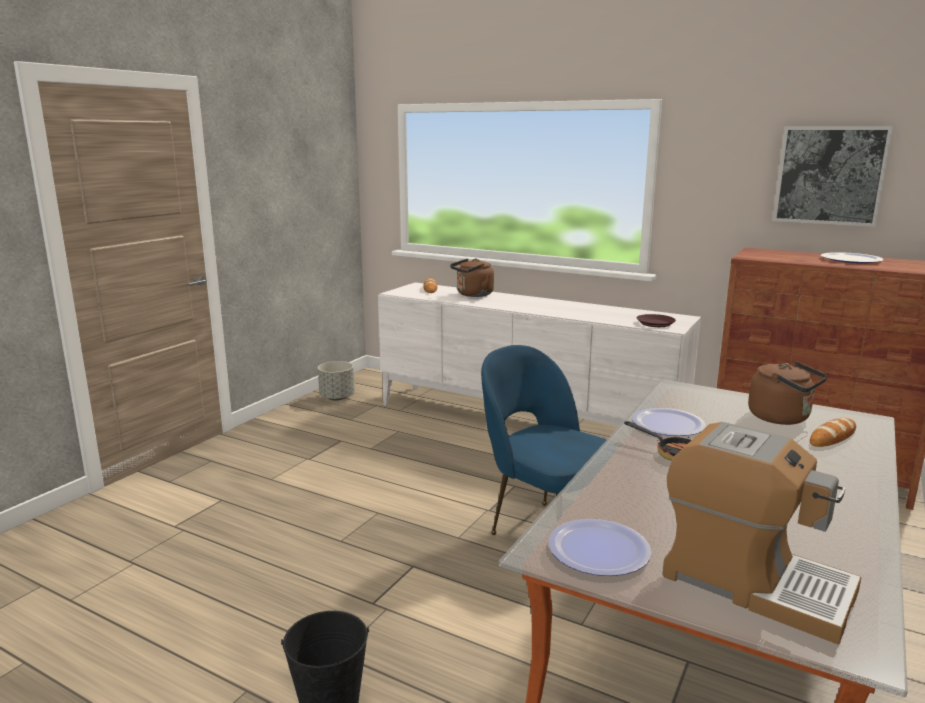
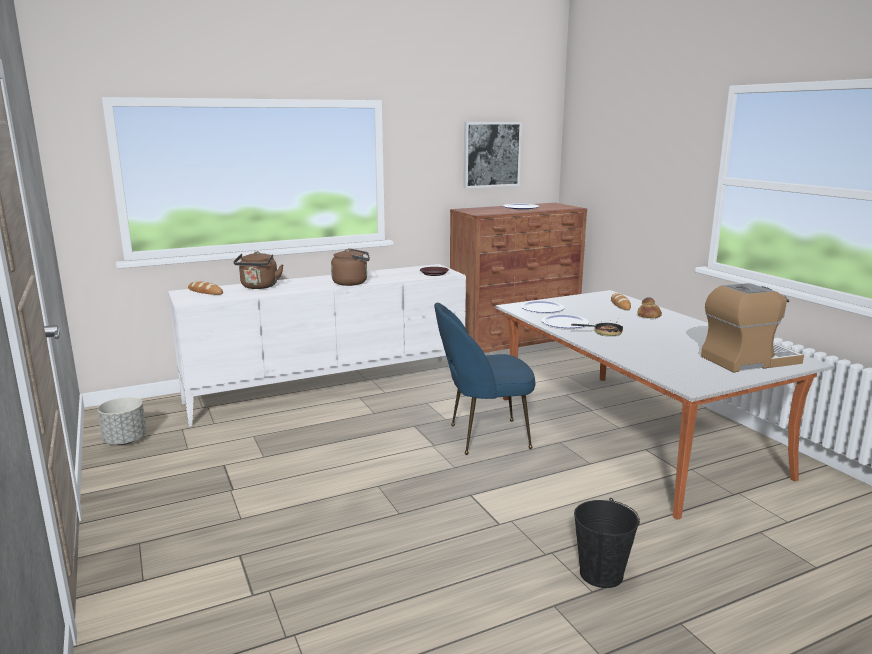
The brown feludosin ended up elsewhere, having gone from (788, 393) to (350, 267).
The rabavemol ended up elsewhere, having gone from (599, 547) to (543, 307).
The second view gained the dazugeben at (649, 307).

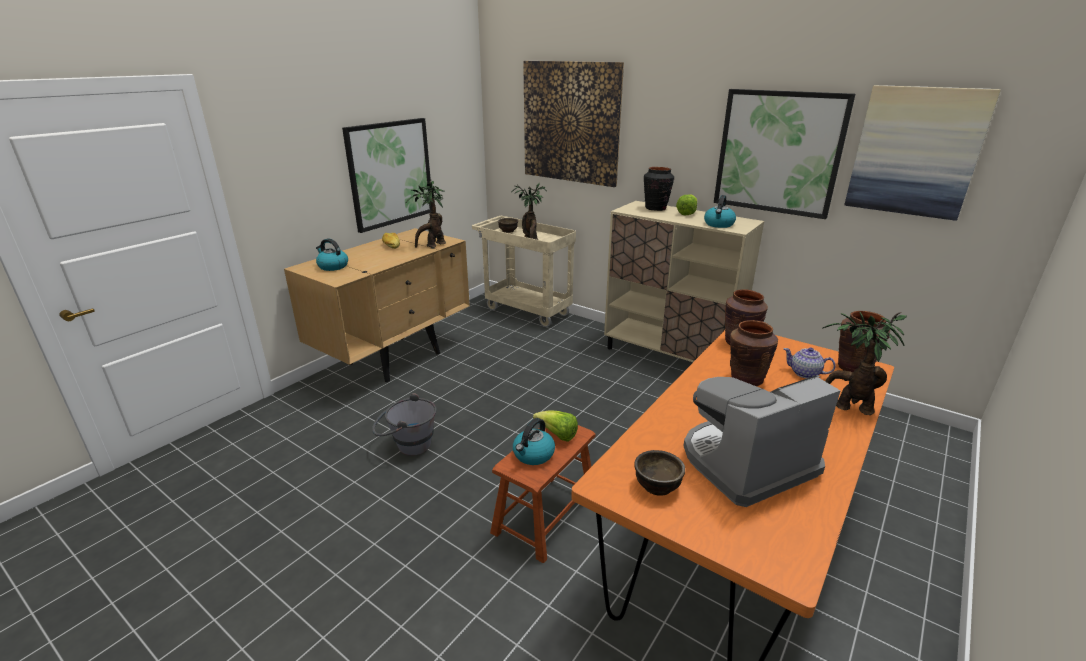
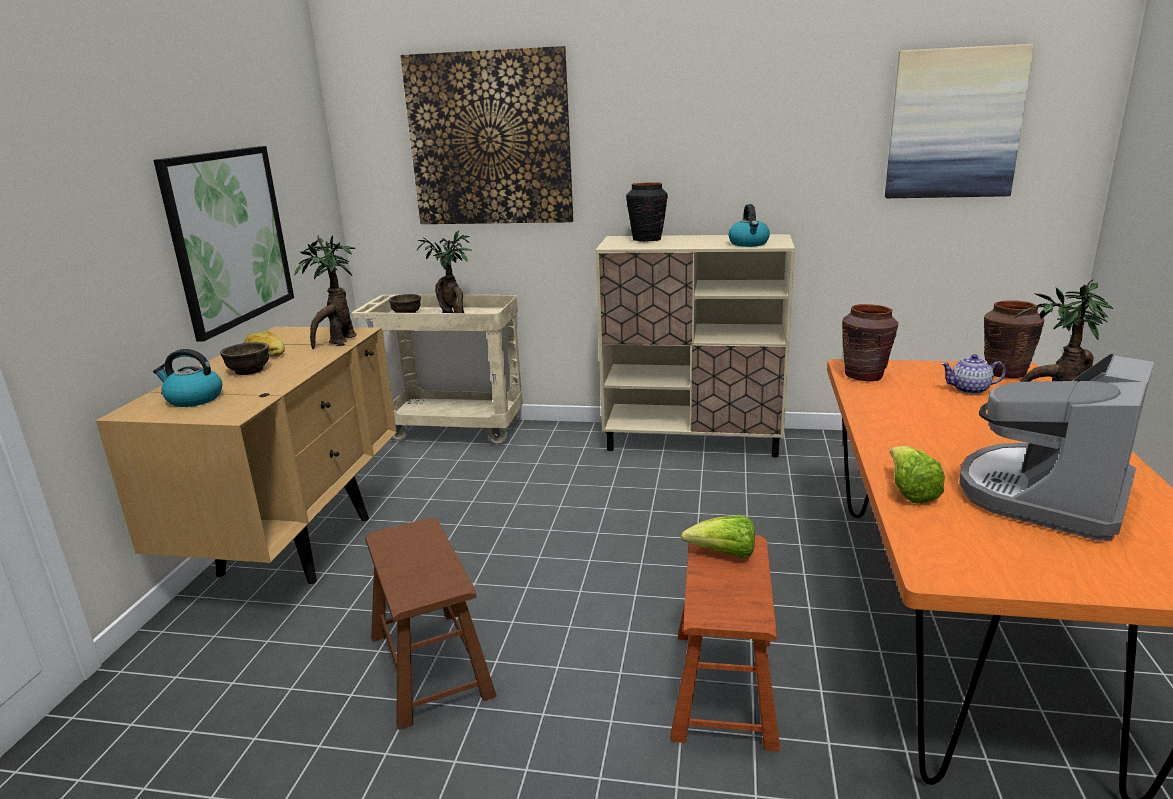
The second view lost the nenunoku at (784, 154).
The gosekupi ended up elsewhere, having gone from (686, 205) to (917, 475).
The second view lost the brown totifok at (754, 353).
Where the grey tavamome stood at (404, 424), the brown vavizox came to stand at (431, 624).
The second view lost the feludosin at (534, 441).
The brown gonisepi ended up elsewhere, having gone from (659, 473) to (244, 358).

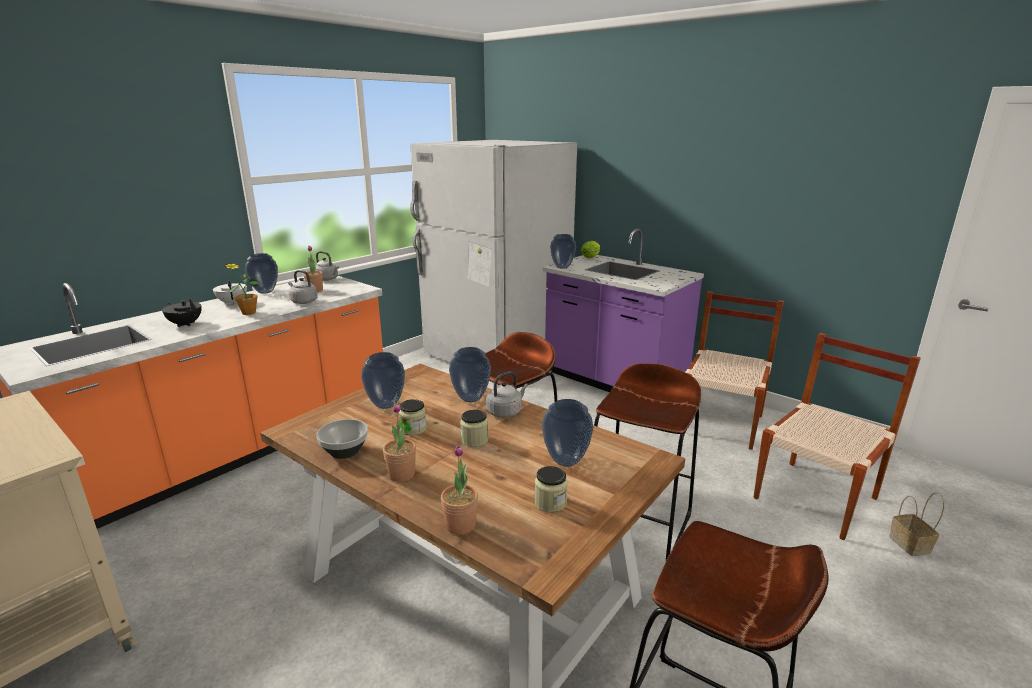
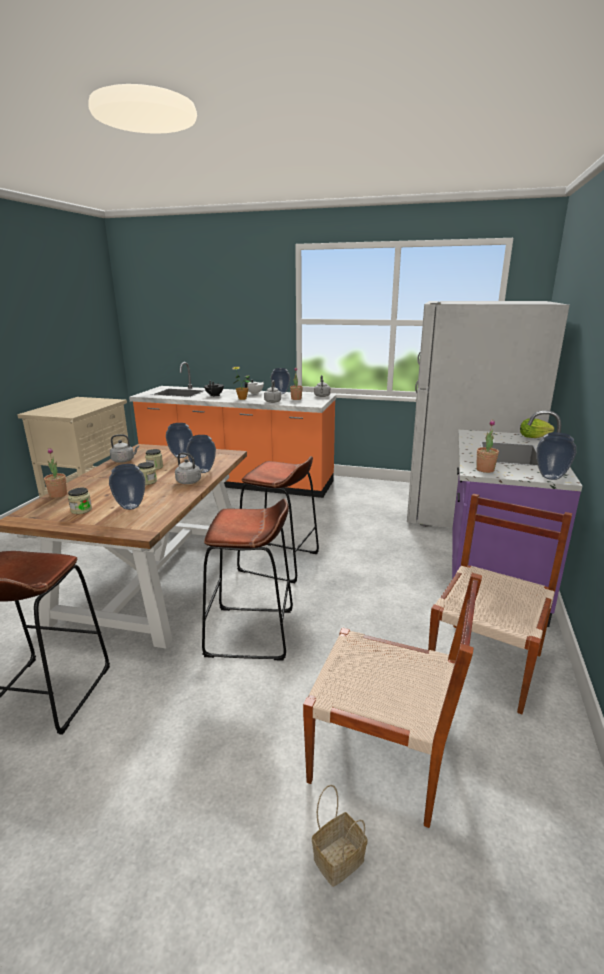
The totifok ended up elsewhere, having gone from (563, 251) to (556, 456).
The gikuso at (735, 370) ended up facing another way, 60 degrees counterclockwise from before.
The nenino ended up elsewhere, having gone from (399, 442) to (487, 446).
Where the gonisepi stood at (342, 439), the grey feludosin came to stand at (124, 448).

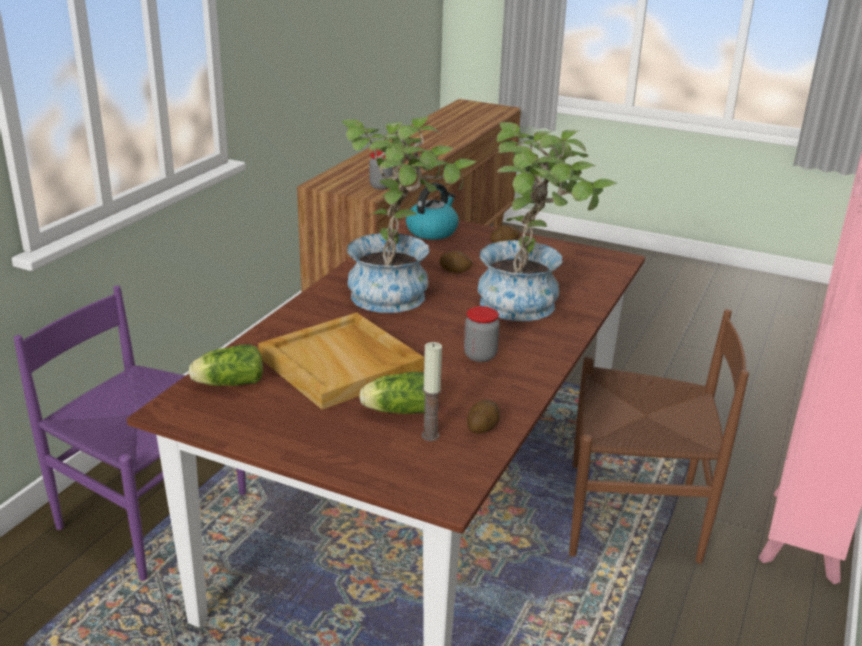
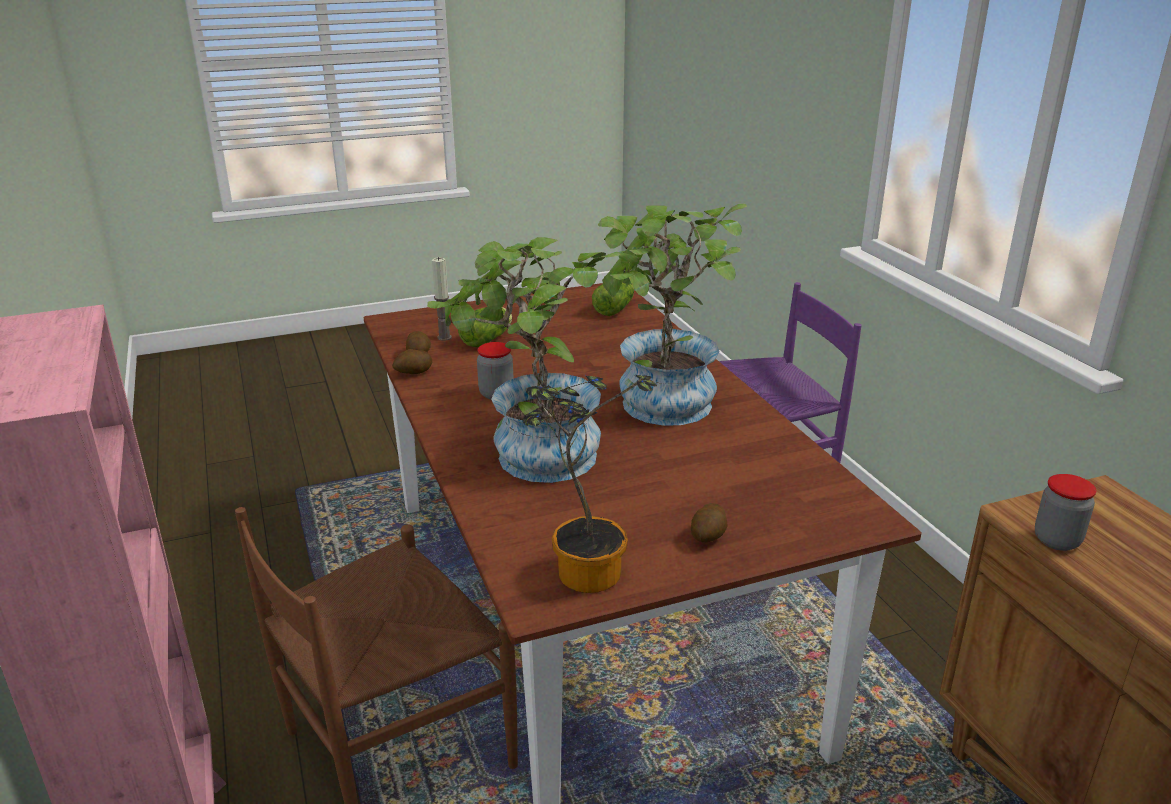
The second view lost the feludosin at (432, 211).
The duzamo ended up elsewhere, having gone from (456, 262) to (412, 361).
The second view lost the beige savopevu at (341, 361).
The second view gained the nenino at (590, 484).

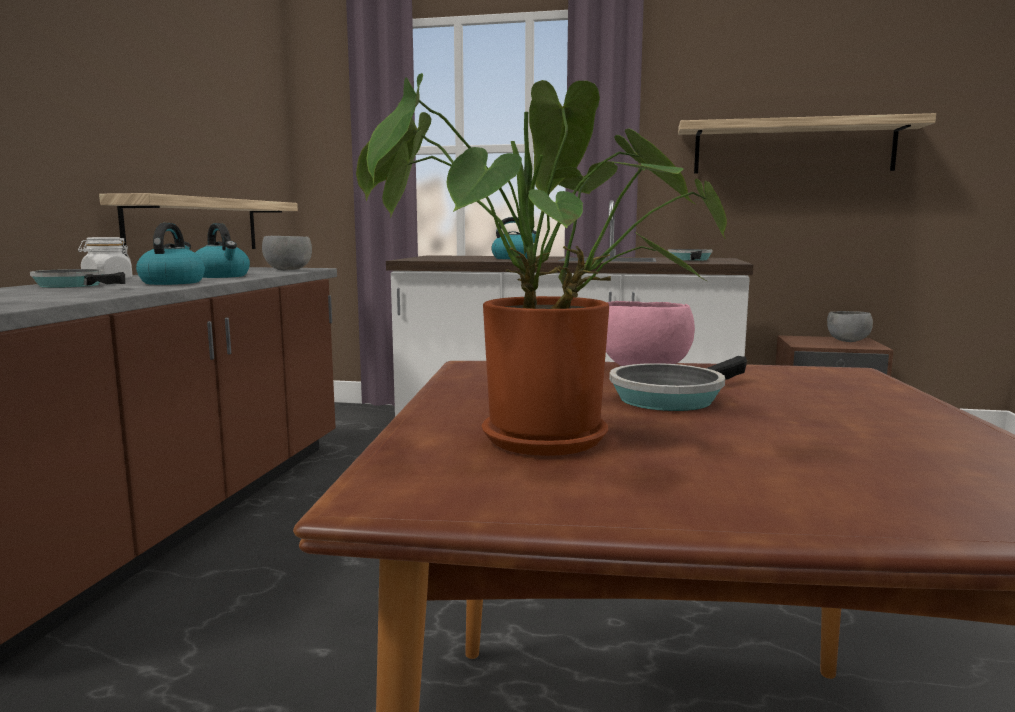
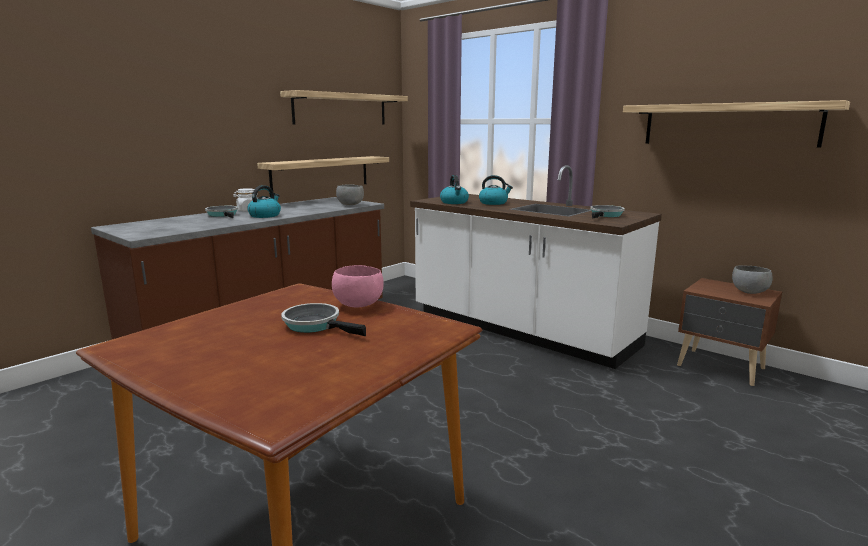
The second view lost the nenino at (541, 264).
The feludosin ended up elsewhere, having gone from (222, 250) to (454, 189).
The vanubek at (678, 383) ended up facing another way, 45 degrees clockwise from before.
The second view gained the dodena at (344, 107).

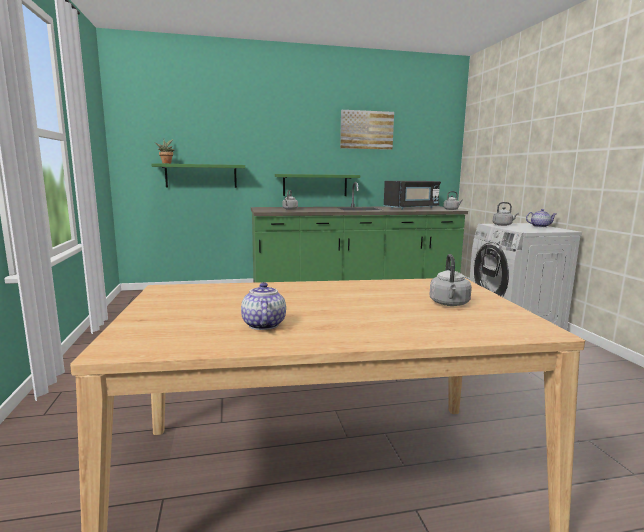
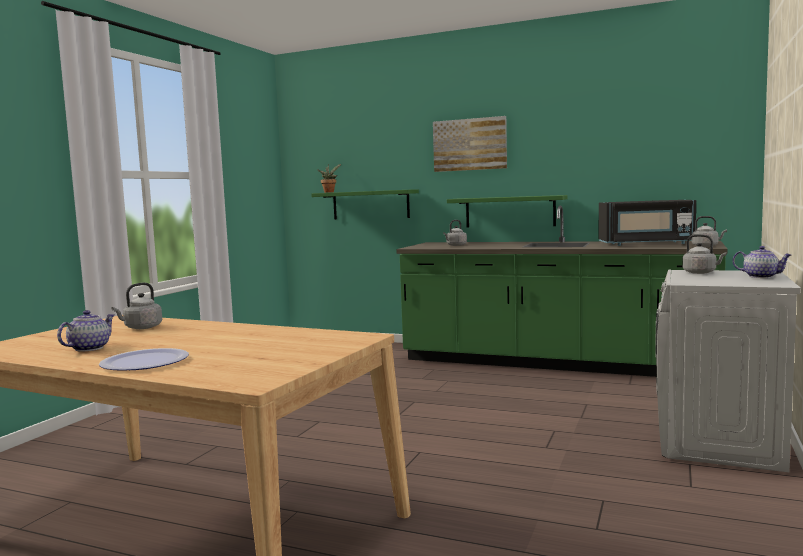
The nenunoku ended up elsewhere, having gone from (367, 130) to (470, 144).
The grey feludosin ended up elsewhere, having gone from (450, 280) to (137, 306).
The second view gained the rabavemol at (144, 359).

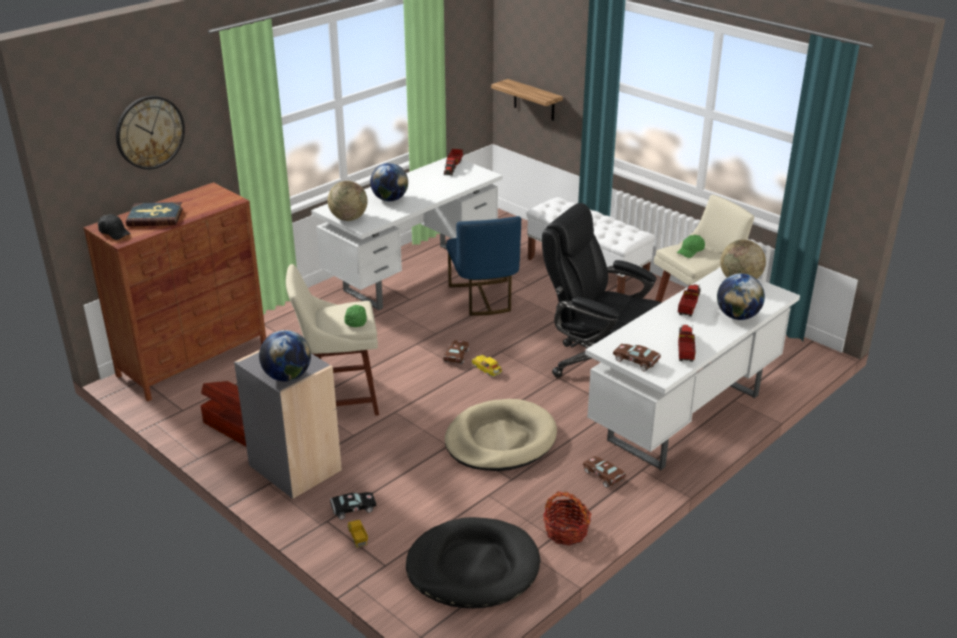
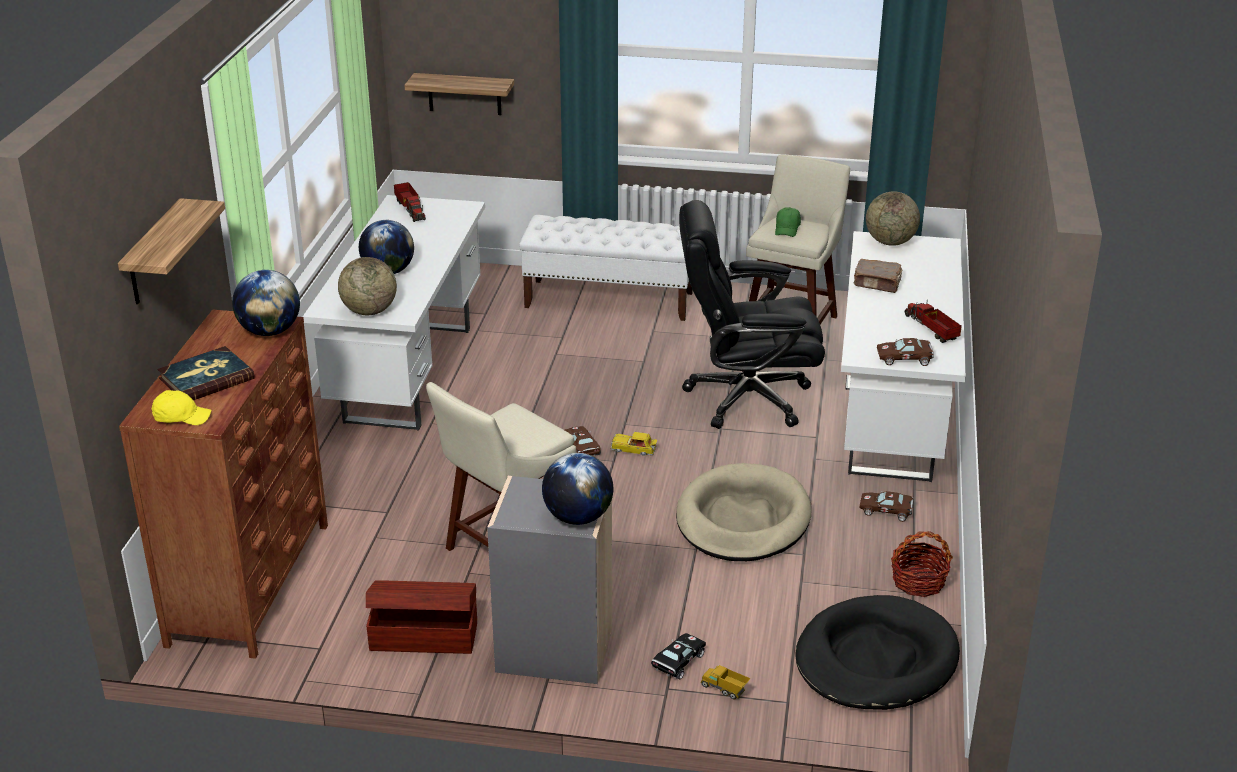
Where the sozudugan hung at (150, 132), the dodena came to hang at (171, 251).
What was the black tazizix at (114, 227) turned into the yellow tazizix at (182, 407).
The second view lost the blue gikuso at (483, 266).
The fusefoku ended up elsewhere, having gone from (741, 296) to (266, 303).
Where the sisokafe stood at (689, 300), the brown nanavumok came to stand at (877, 276).
The second view lost the green tazizix at (355, 316).

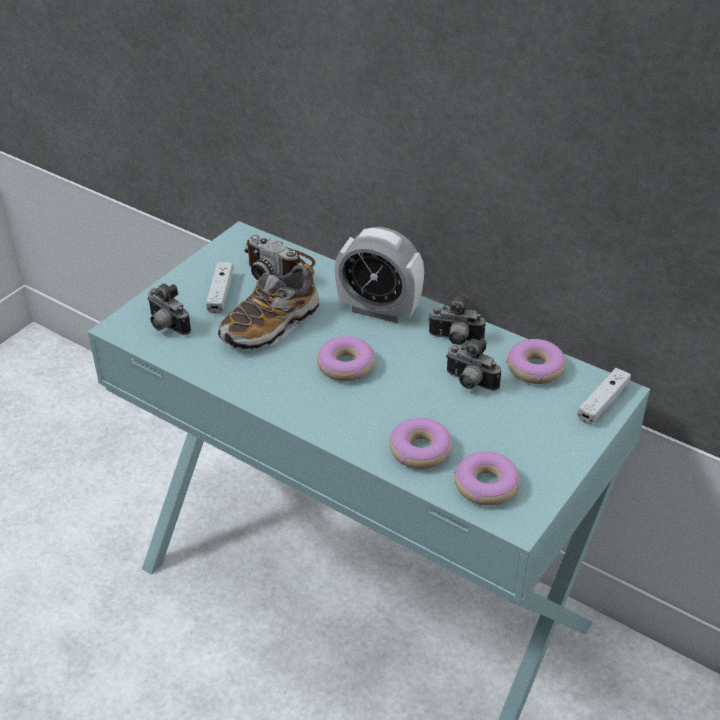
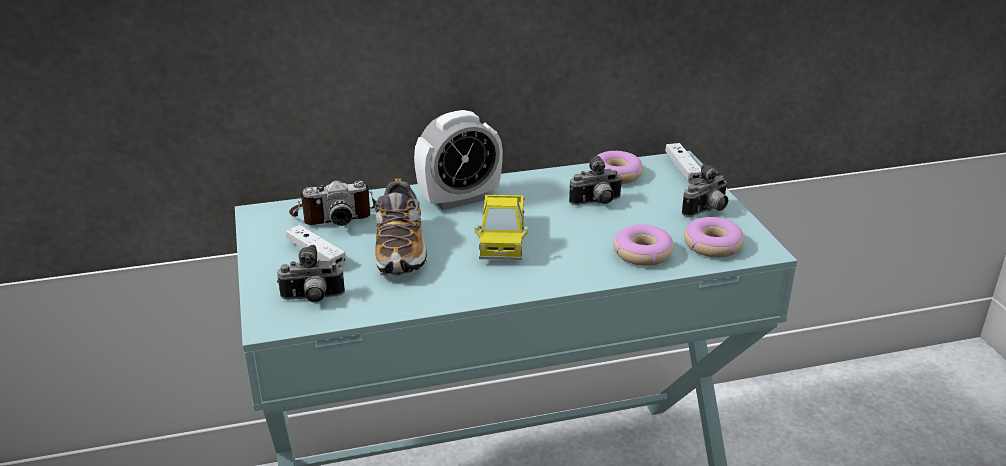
The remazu ended up elsewhere, having gone from (457, 320) to (705, 190).
Where the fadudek stood at (346, 358), the sisokafe came to stand at (501, 227).

